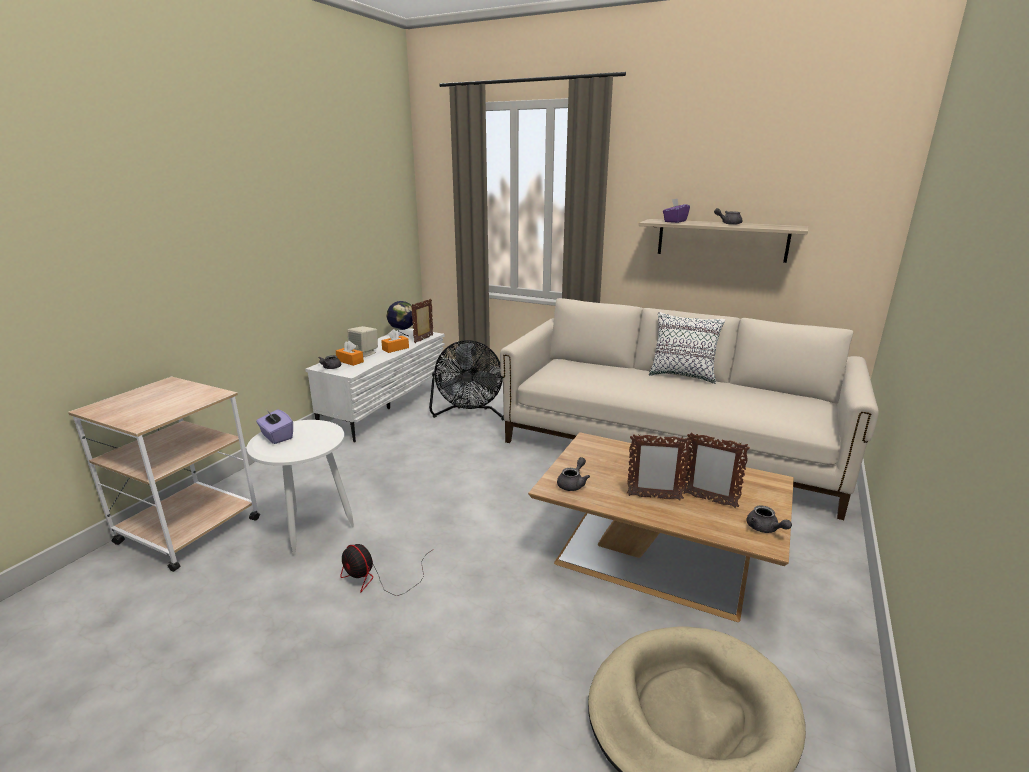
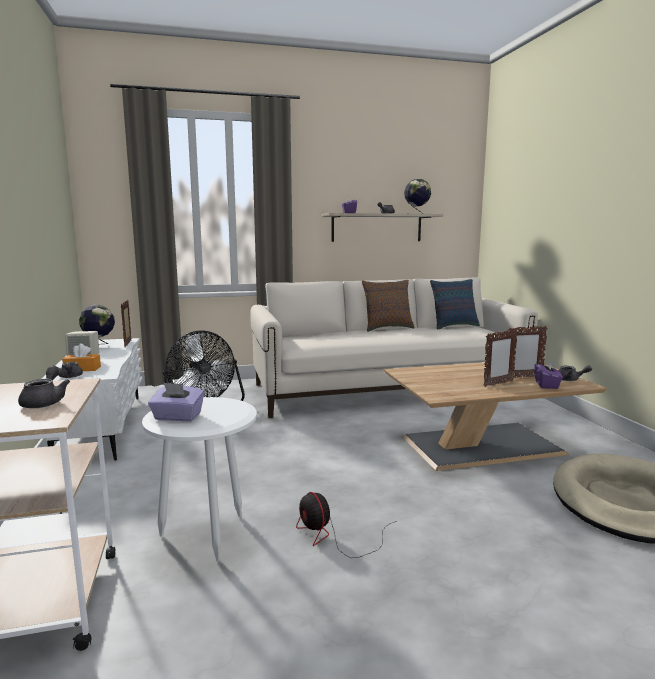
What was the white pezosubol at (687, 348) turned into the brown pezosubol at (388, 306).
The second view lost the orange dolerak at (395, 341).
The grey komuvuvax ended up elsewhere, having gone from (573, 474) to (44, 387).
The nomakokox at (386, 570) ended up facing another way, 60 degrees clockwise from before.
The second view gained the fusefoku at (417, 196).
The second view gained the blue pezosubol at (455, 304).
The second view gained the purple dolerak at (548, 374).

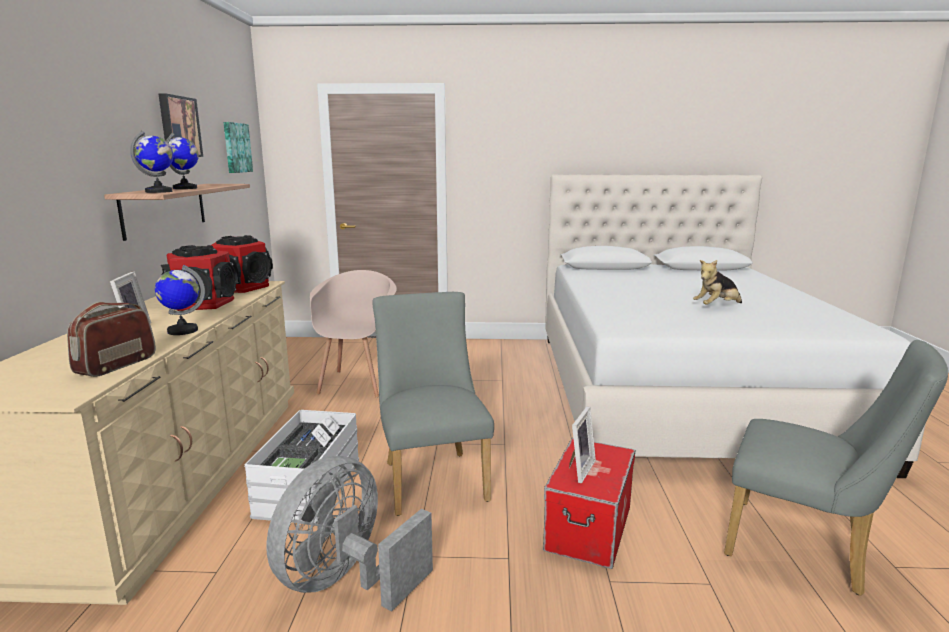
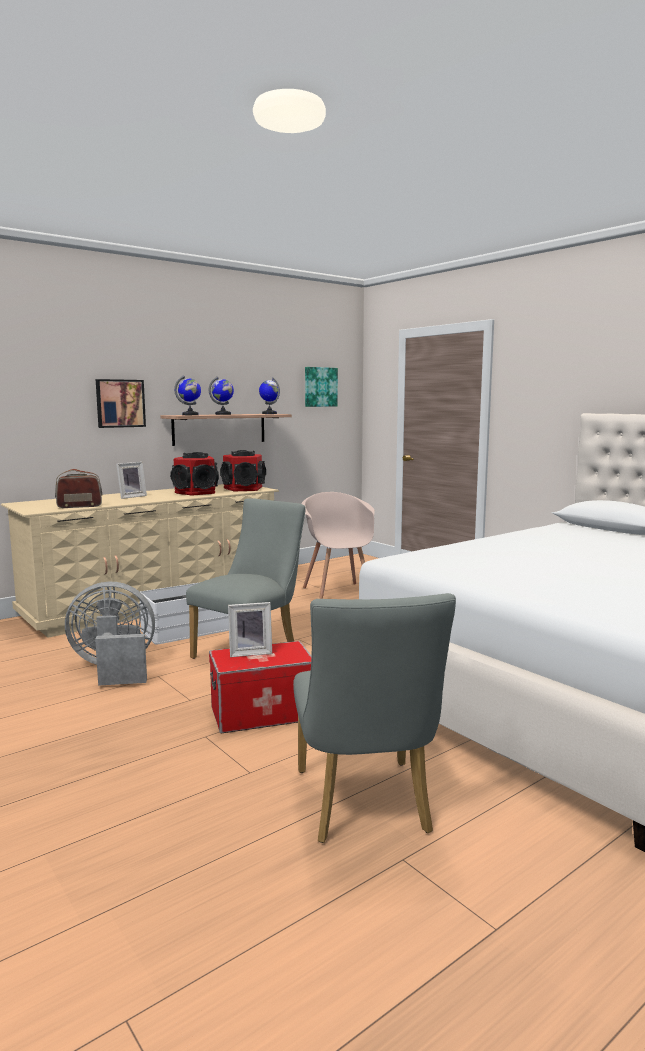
The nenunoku ended up elsewhere, having gone from (180, 125) to (121, 403).
The second view lost the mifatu at (717, 282).
The fusefoku ended up elsewhere, having gone from (180, 300) to (269, 395).
The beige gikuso at (353, 334) ended up facing another way, 75 degrees counterclockwise from before.

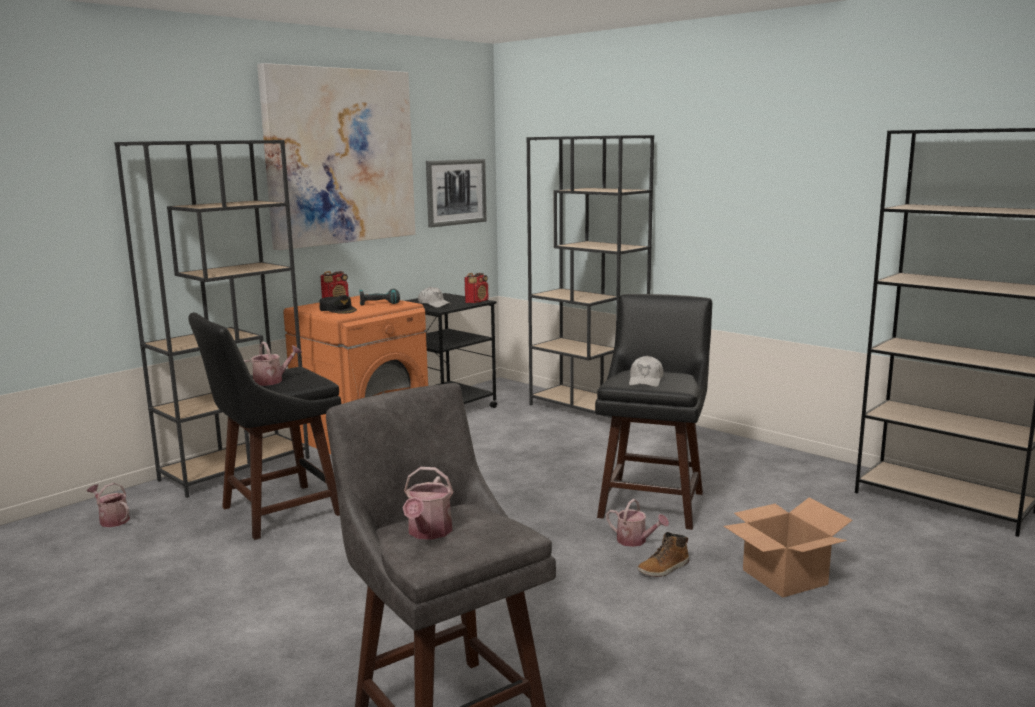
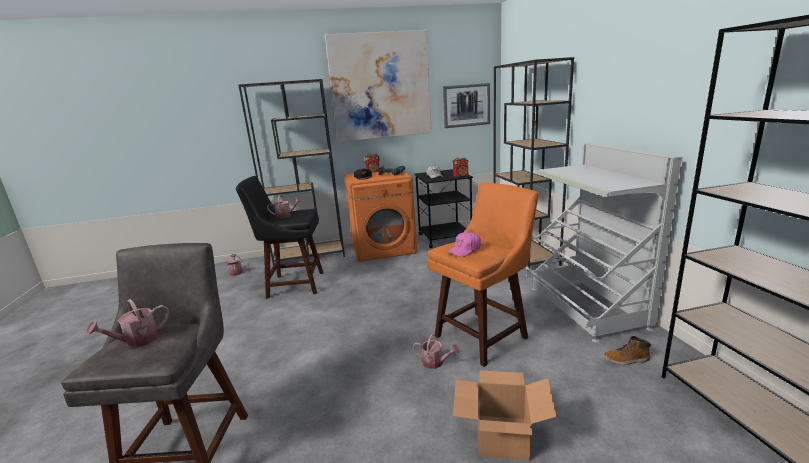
What was the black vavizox at (653, 412) turned into the orange vavizox at (482, 274).
What was the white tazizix at (646, 371) turned into the pink tazizix at (464, 244).
The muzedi at (637, 523) ended up facing another way, 45 degrees counterclockwise from before.
The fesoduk ended up elsewhere, having gone from (663, 554) to (627, 350).
The second view gained the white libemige at (604, 242).

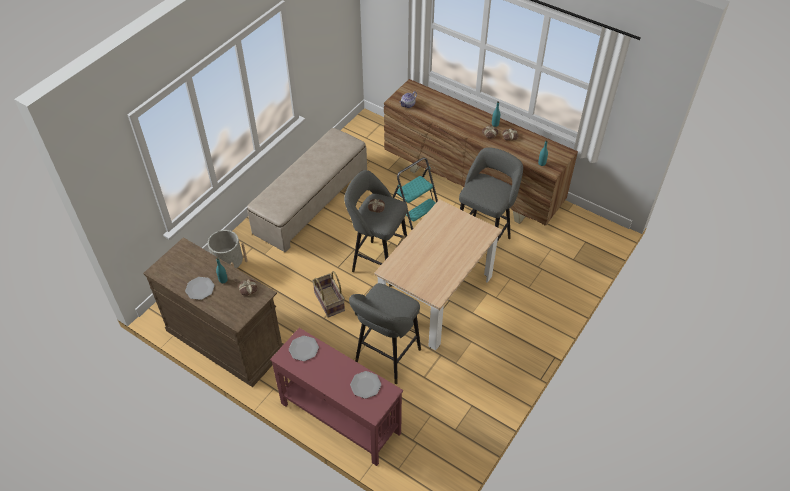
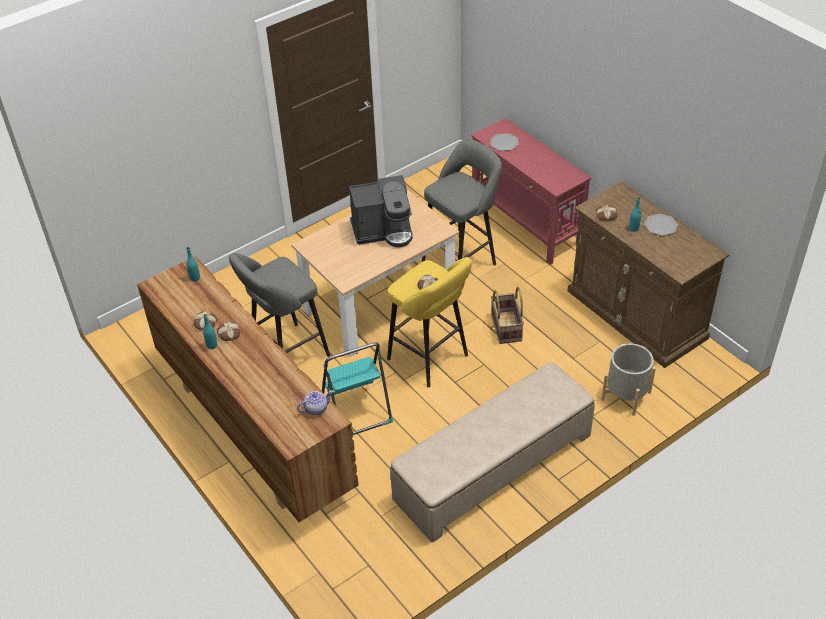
What was the grey vavizox at (376, 228) turned into the yellow vavizox at (429, 322).
The second view lost the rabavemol at (304, 348).
The second view gained the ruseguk at (381, 211).

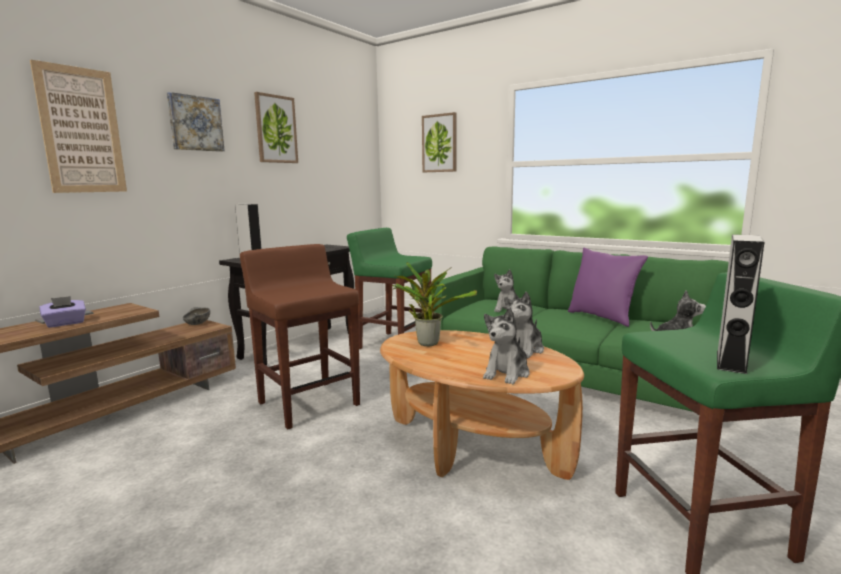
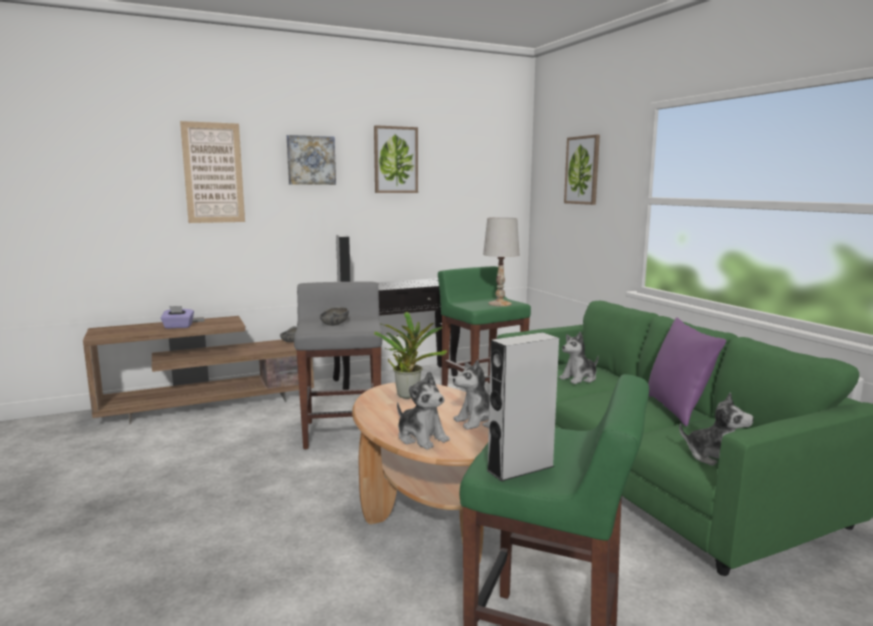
What was the brown vavizox at (300, 336) turned into the grey vavizox at (338, 365).
The mifatu at (506, 346) ended up facing another way, 105 degrees counterclockwise from before.
The second view gained the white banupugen at (501, 261).
The second view gained the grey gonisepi at (334, 316).

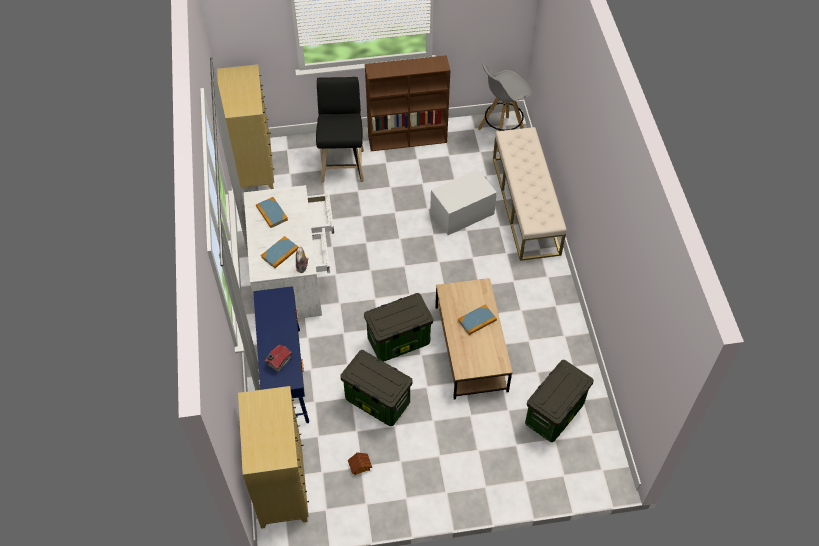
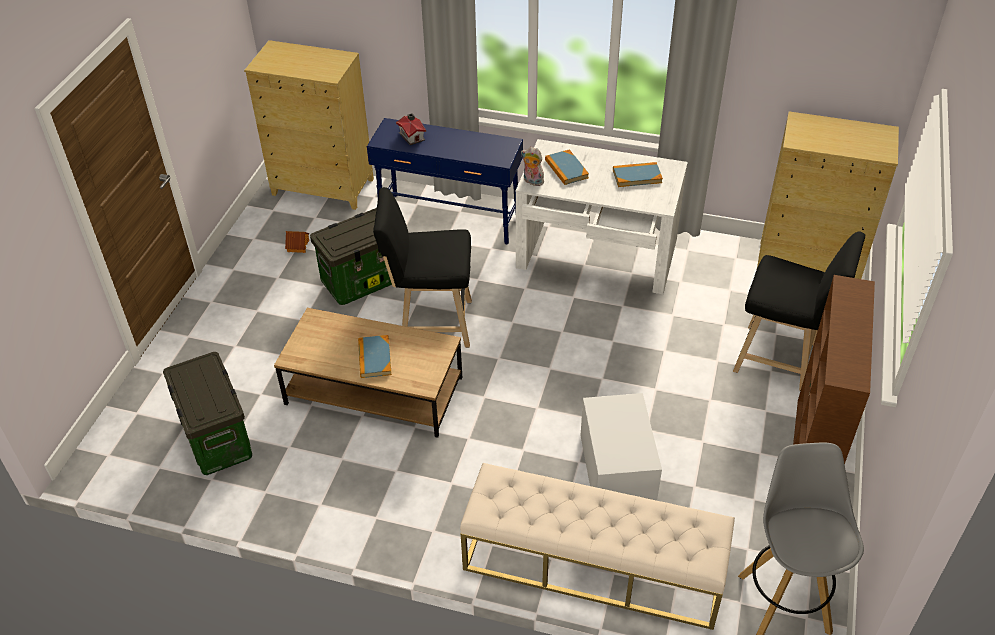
Where the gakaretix stood at (398, 327), the black vavizox came to stand at (422, 267).

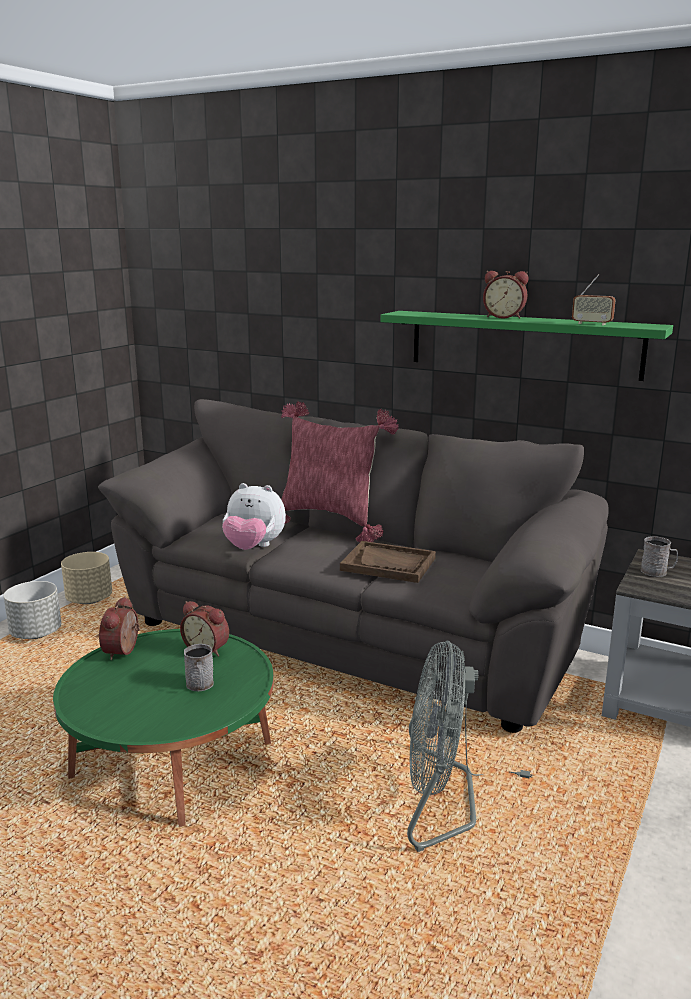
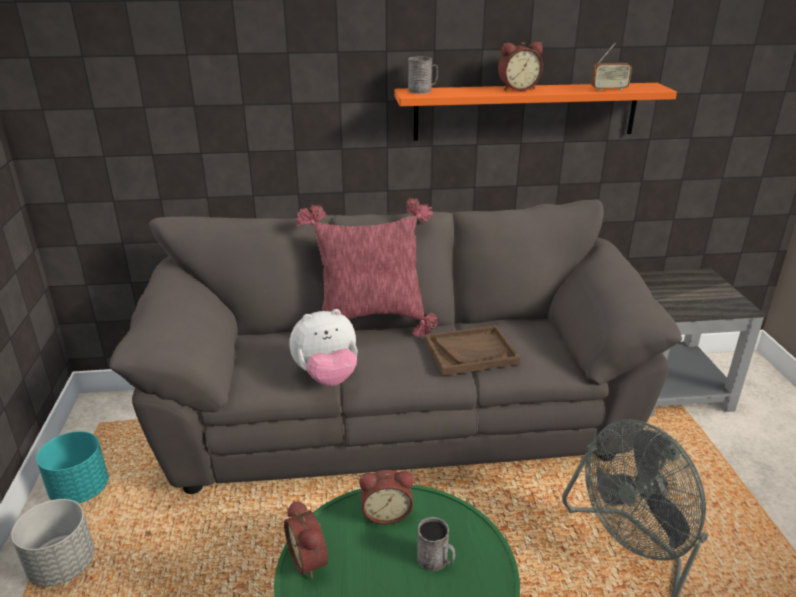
What was the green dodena at (526, 346) turned into the orange dodena at (536, 112).
The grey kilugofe ended up elsewhere, having gone from (659, 556) to (423, 75).
What was the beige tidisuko at (86, 578) turned into the turquoise tidisuko at (72, 467).

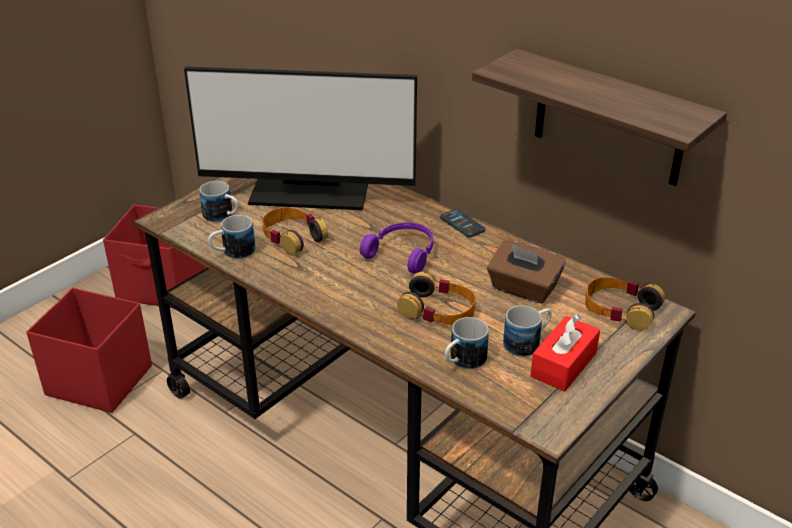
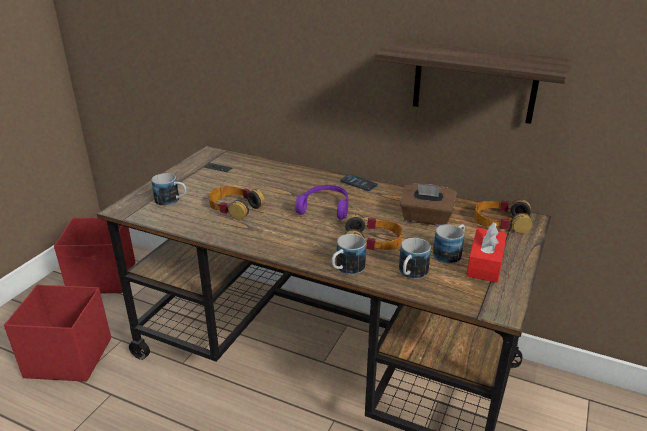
The second view lost the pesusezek at (300, 138).
The kilugofe ended up elsewhere, having gone from (232, 237) to (349, 254).

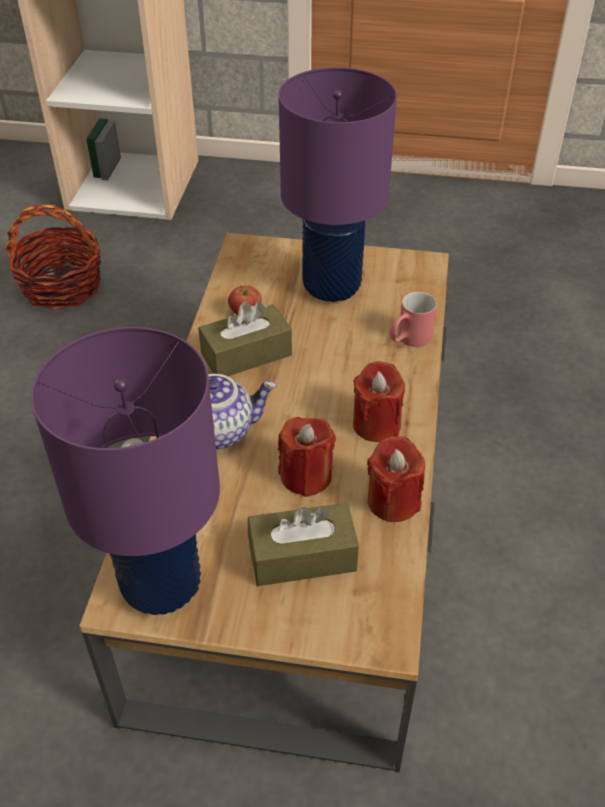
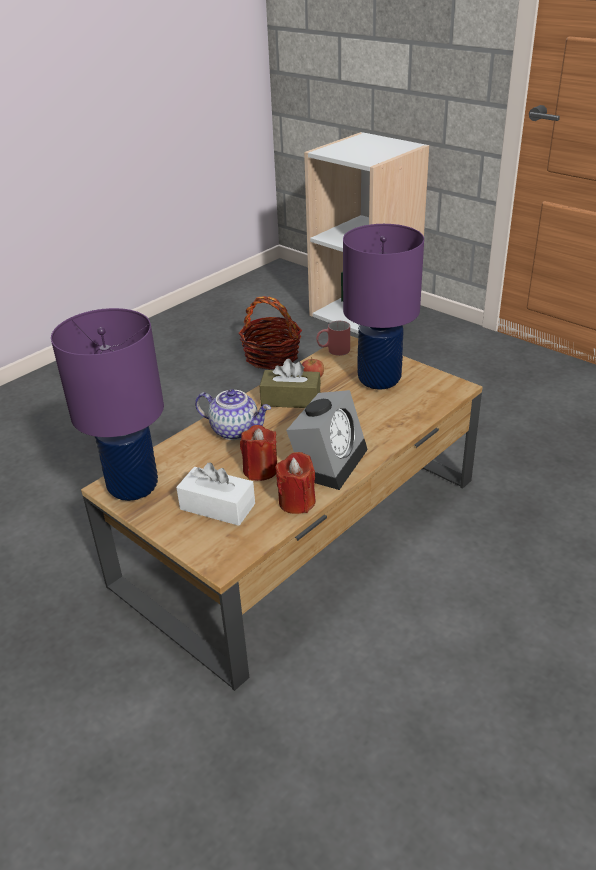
The red kilugofe ended up elsewhere, having gone from (413, 319) to (333, 338).
Where the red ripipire stood at (379, 401), the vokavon came to stand at (327, 440).
What was the brown dolerak at (303, 544) turned into the white dolerak at (215, 494).

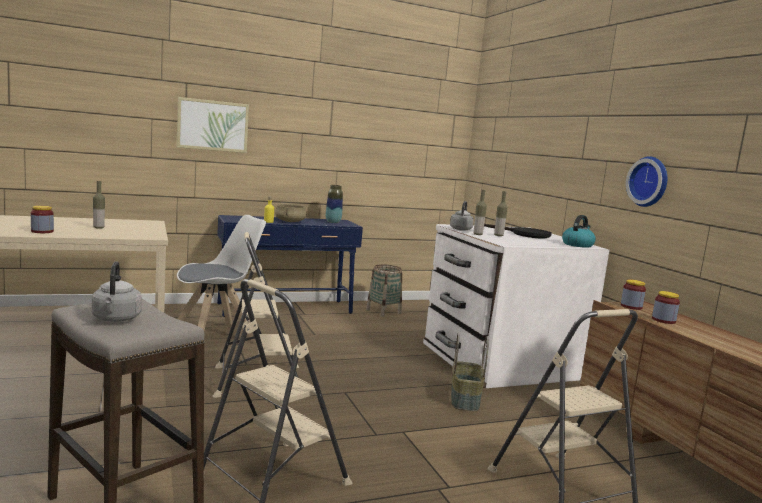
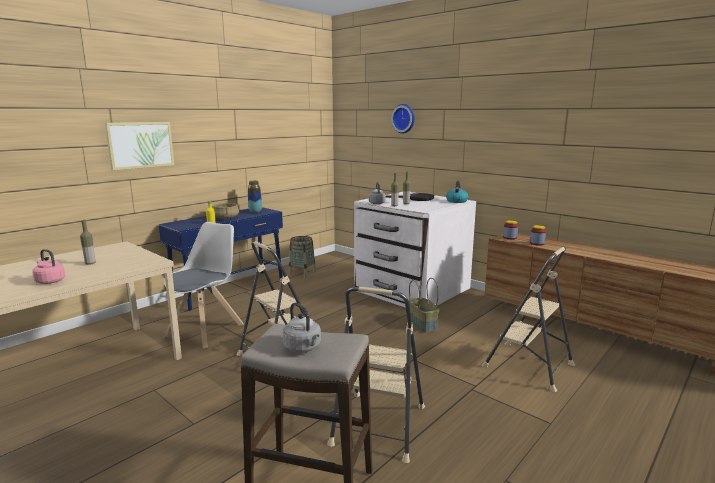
The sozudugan ended up elsewhere, having gone from (646, 181) to (403, 119).
Where the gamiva stood at (42, 219), the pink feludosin came to stand at (48, 266).

